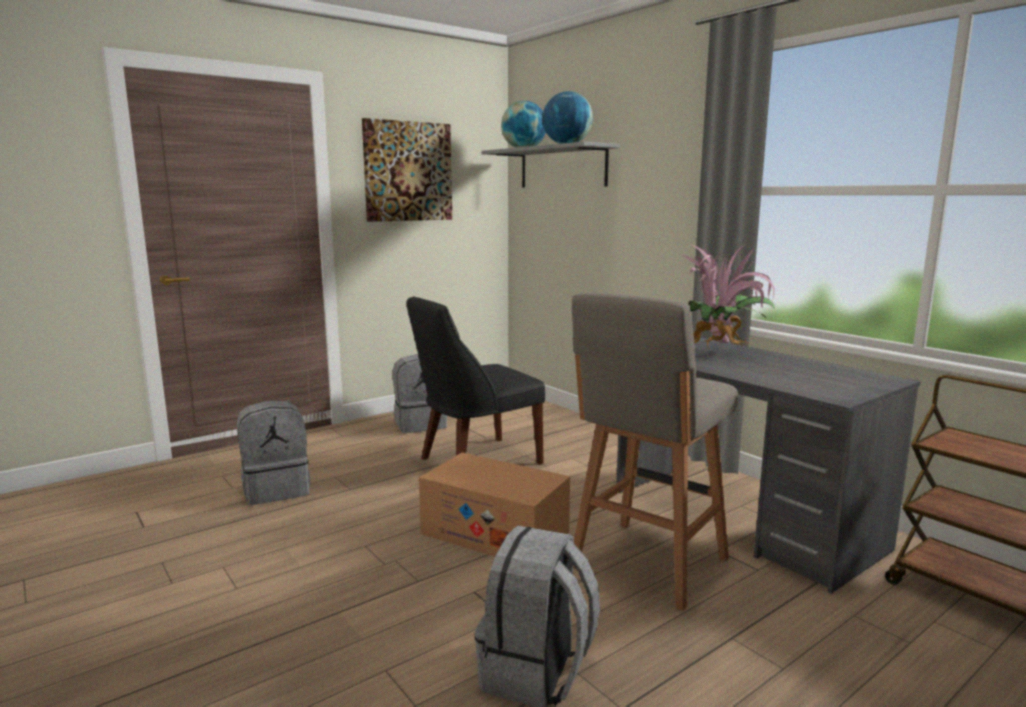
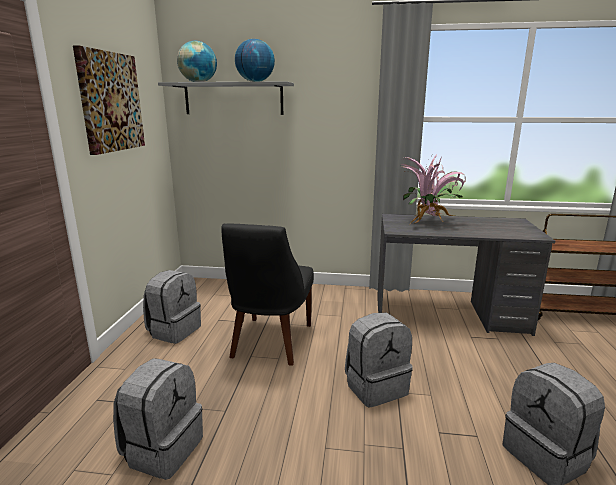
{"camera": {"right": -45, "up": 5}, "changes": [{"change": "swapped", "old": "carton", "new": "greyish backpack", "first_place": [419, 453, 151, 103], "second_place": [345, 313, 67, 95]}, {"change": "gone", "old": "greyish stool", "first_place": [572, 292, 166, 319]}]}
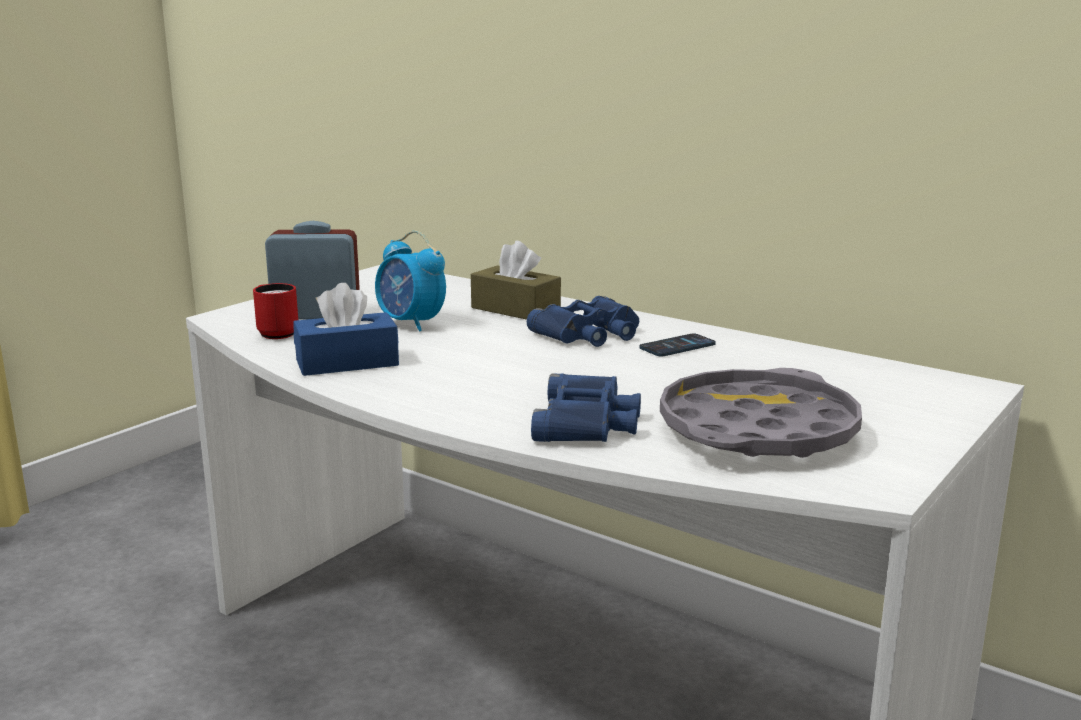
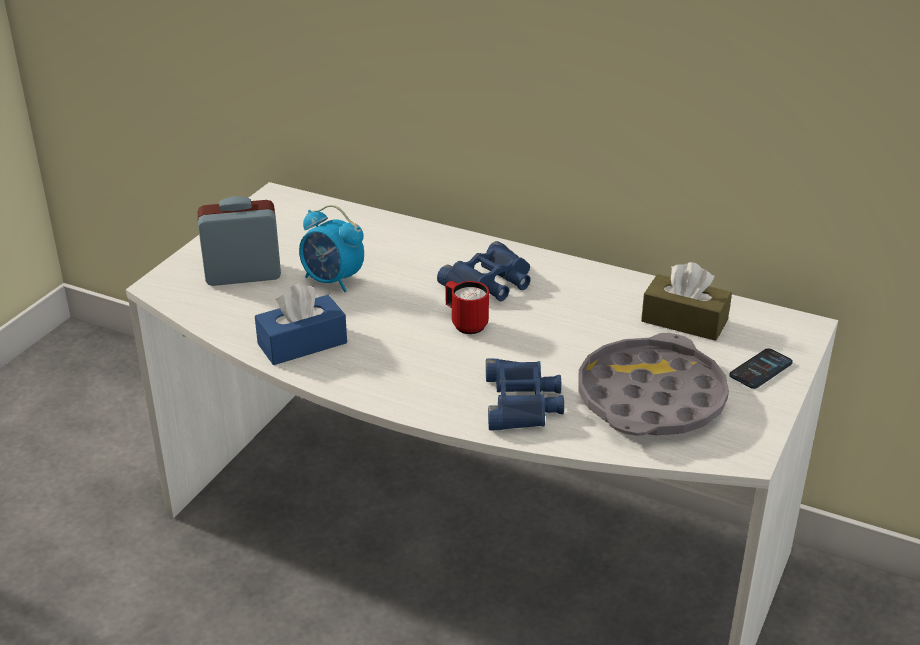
{"camera": {"right": -10, "up": 15}, "changes": [{"change": "shifted", "old": "reddish coffee mug", "first_place": [253, 283, 45, 56], "second_place": [445, 281, 44, 53]}, {"change": "shifted", "old": "brown tissue holder", "first_place": [471, 241, 90, 79], "second_place": [641, 262, 91, 79]}, {"change": "shifted", "old": "handset", "first_place": [639, 333, 77, 24], "second_place": [729, 348, 64, 41]}]}
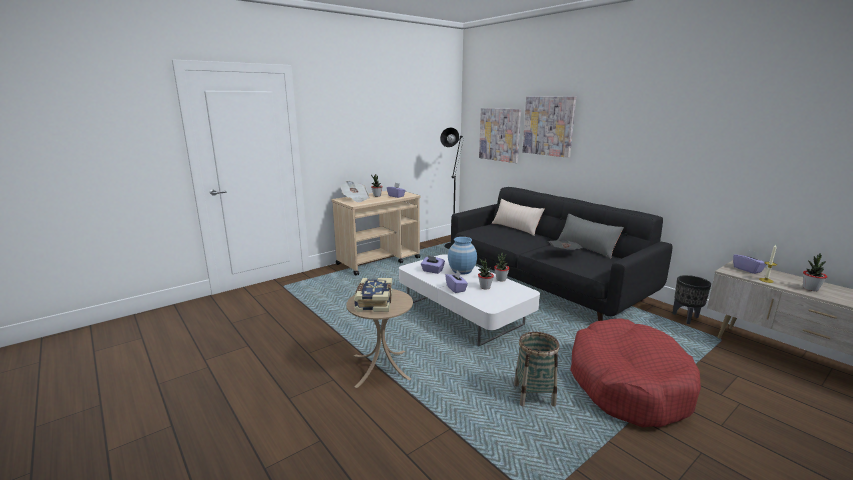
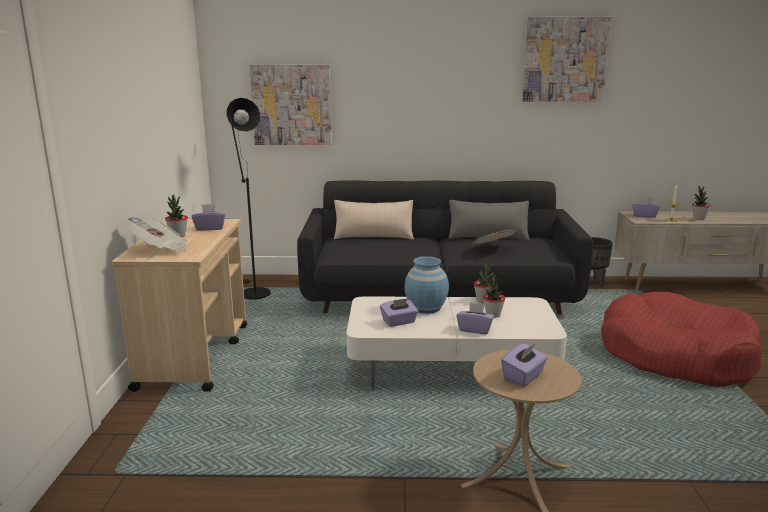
{"camera": {"right": -50, "up": 0}, "changes": [{"change": "swapped", "old": "book", "new": "purple-coloured tissue holder", "first_place": [354, 278, 39, 34], "second_place": [501, 343, 47, 44]}, {"change": "gone", "old": "household basket", "first_place": [514, 332, 46, 75]}, {"change": "shifted", "old": "wall art", "first_place": [523, 96, 53, 62], "second_place": [523, 17, 89, 85]}]}
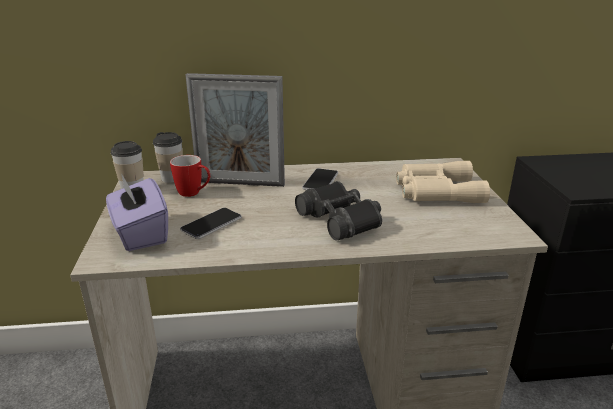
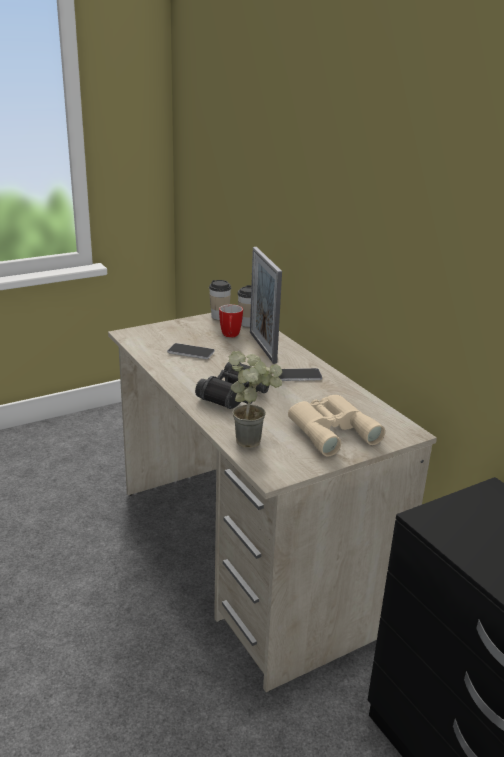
{"camera": {"right": 65, "up": 0}, "changes": [{"change": "gone", "old": "purple-coloured tissue holder", "first_place": [106, 173, 62, 78]}, {"change": "new", "new": "plant in a pot", "second_place": [229, 351, 53, 97]}]}
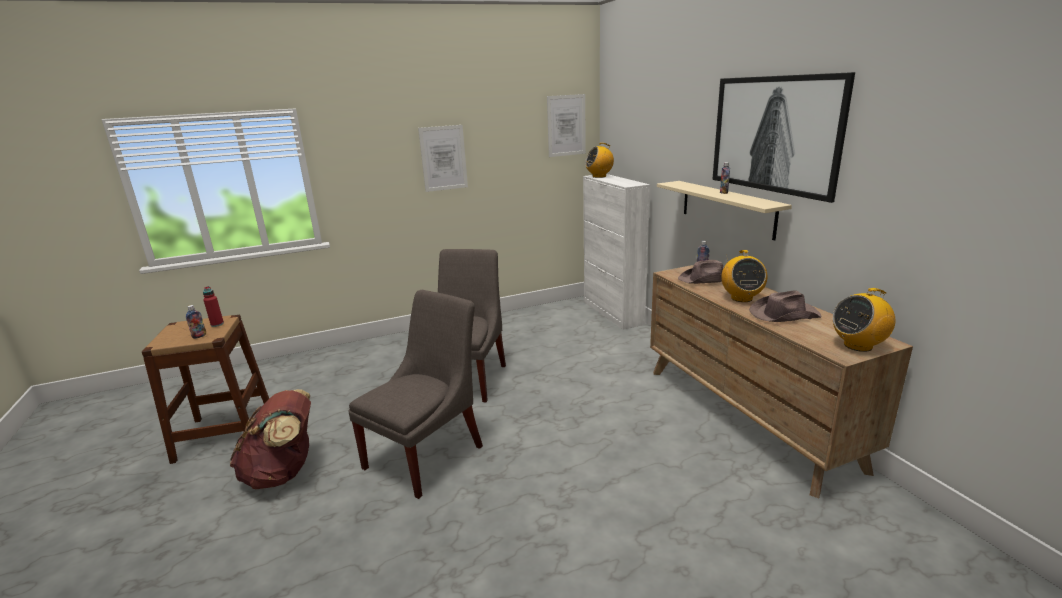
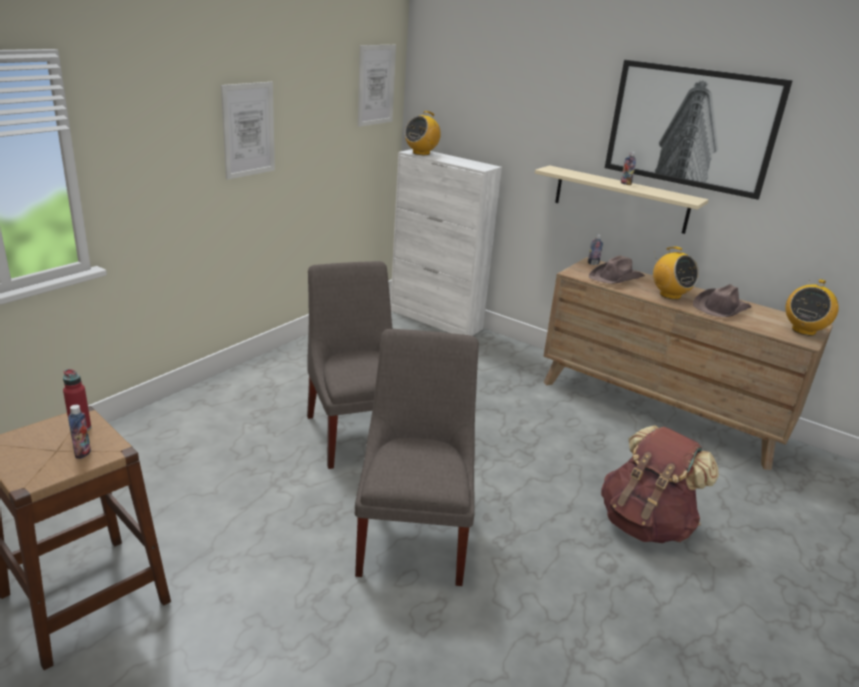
{"camera": {"right": -35, "up": 5}, "changes": [{"change": "shifted", "old": "brown backpack", "first_place": [230, 389, 81, 100], "second_place": [601, 425, 118, 118]}]}
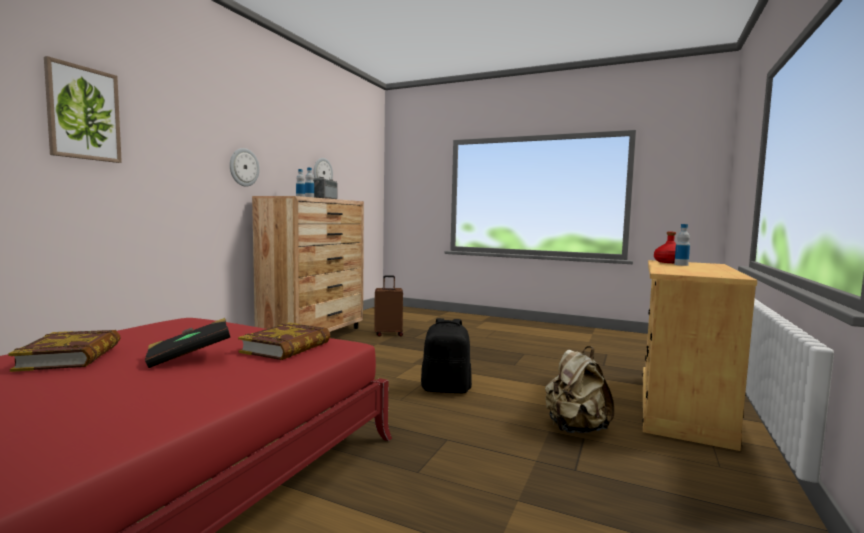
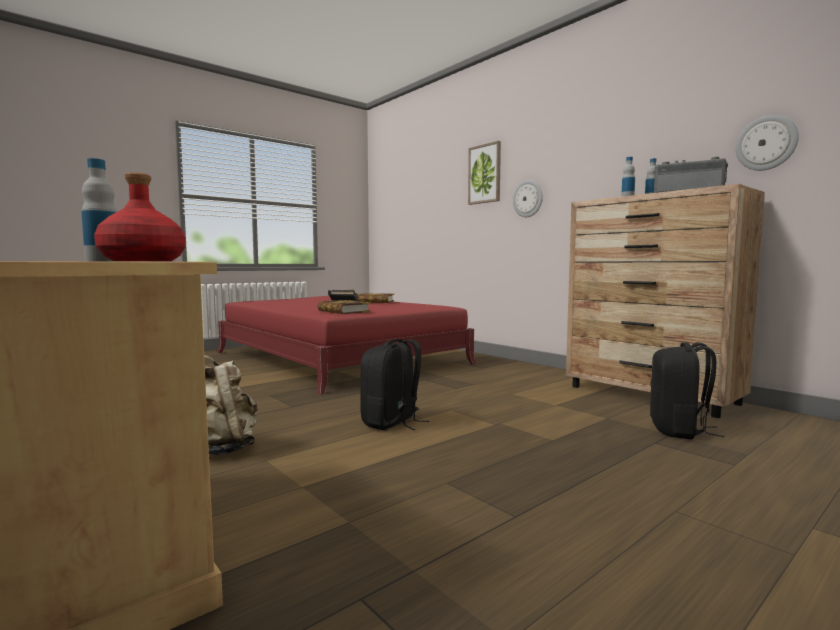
{"camera": {"right": 115, "up": 0}, "changes": [{"change": "shifted", "old": "hanging clock", "first_place": [230, 148, 30, 39], "second_place": [513, 180, 30, 37]}, {"change": "swapped", "old": "brown travel case", "new": "black-coloured backpack", "first_place": [374, 275, 29, 61], "second_place": [650, 342, 74, 97]}]}
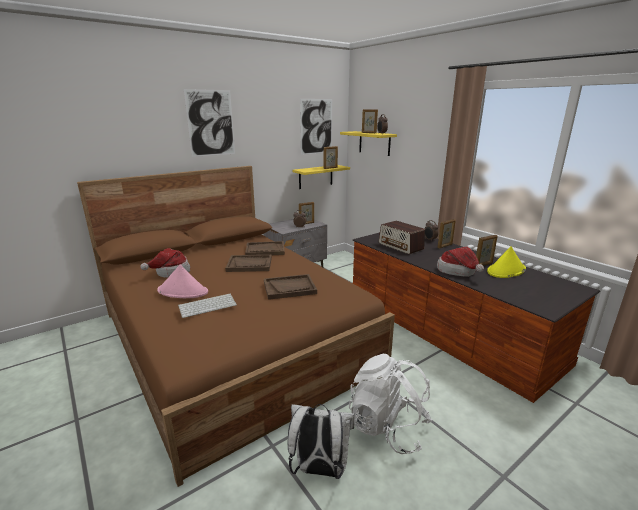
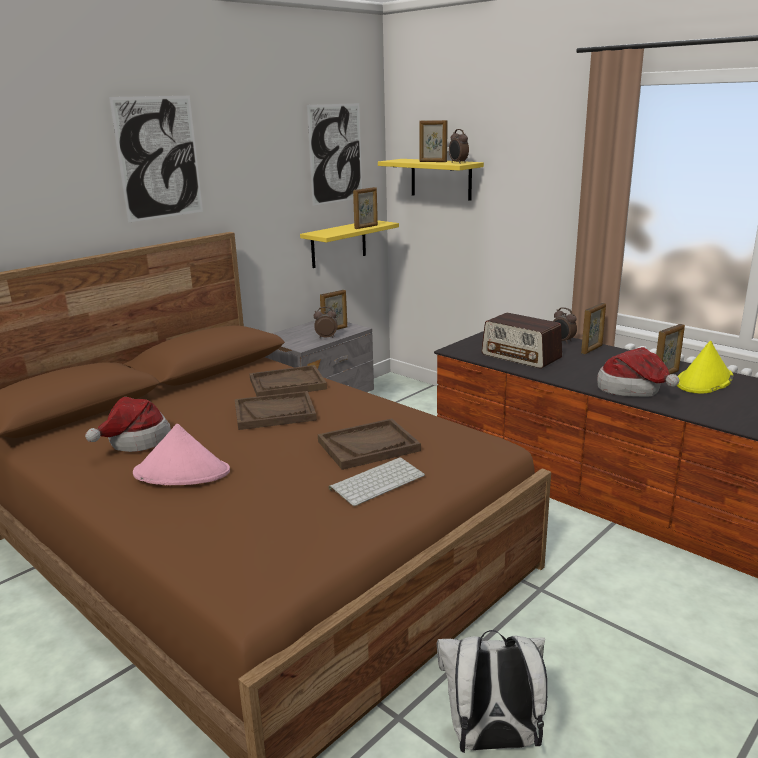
{"camera": {"right": -10, "up": 0}, "changes": [{"change": "shifted", "old": "keyboard", "first_place": [178, 294, 59, 24], "second_place": [329, 457, 96, 49]}, {"change": "gone", "old": "white backpack", "first_place": [349, 354, 84, 100]}]}
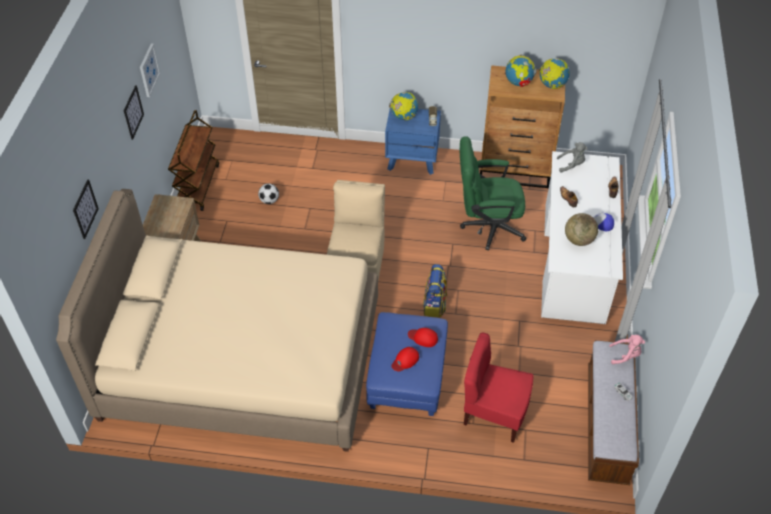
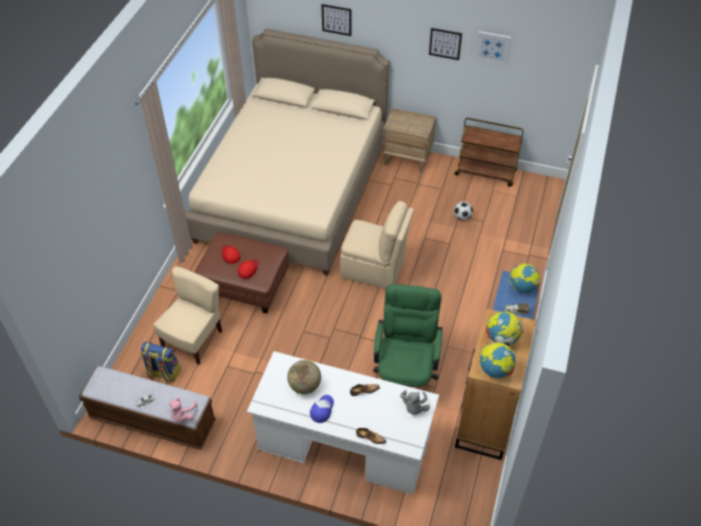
{"camera": {"right": 100, "up": 0}, "changes": [{"change": "repainted", "old": "bluish footrest", "new": "brown footrest", "first_place": [366, 312, 82, 104], "second_place": [194, 233, 95, 81]}, {"change": "shifted", "old": "backpack", "first_place": [423, 264, 24, 53], "second_place": [141, 342, 39, 40]}, {"change": "repainted", "old": "reddish plain chair", "new": "sand-coloured plain chair", "first_place": [464, 332, 69, 111], "second_place": [154, 266, 68, 99]}]}
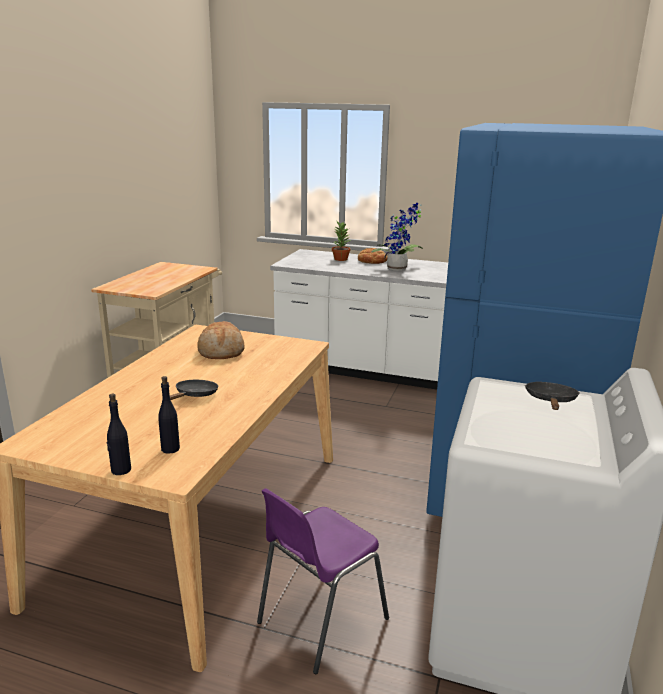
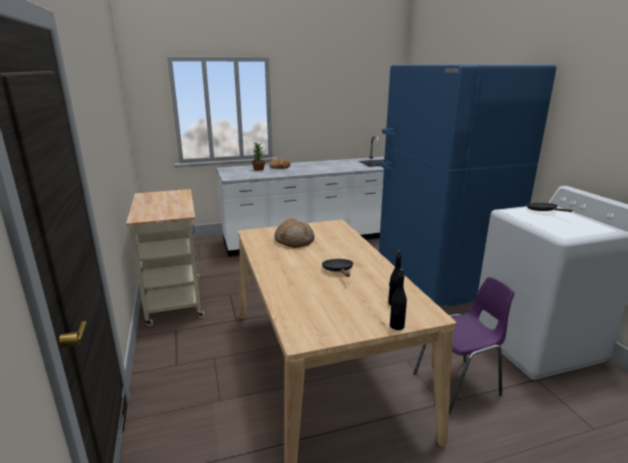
{"camera": {"right": -35, "up": 0}, "changes": [{"change": "rotated", "old": "purple-coloured plain chair", "first_place": [257, 488, 132, 186], "second_place": [413, 277, 101, 137], "degrees": -120}, {"change": "gone", "old": "plant in a pot", "first_place": [372, 202, 51, 69]}]}
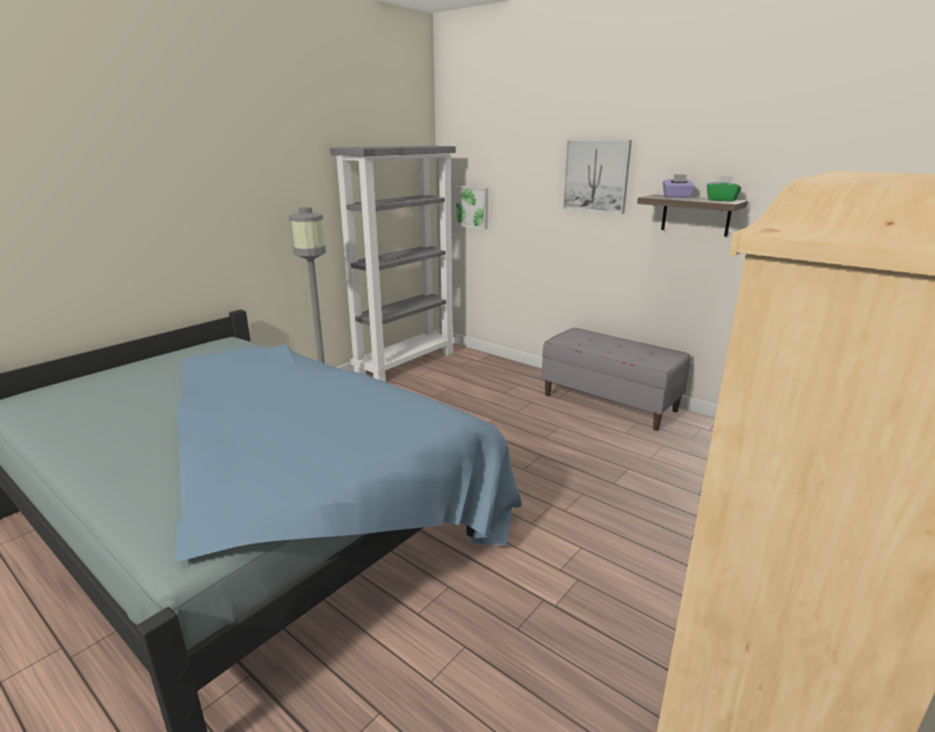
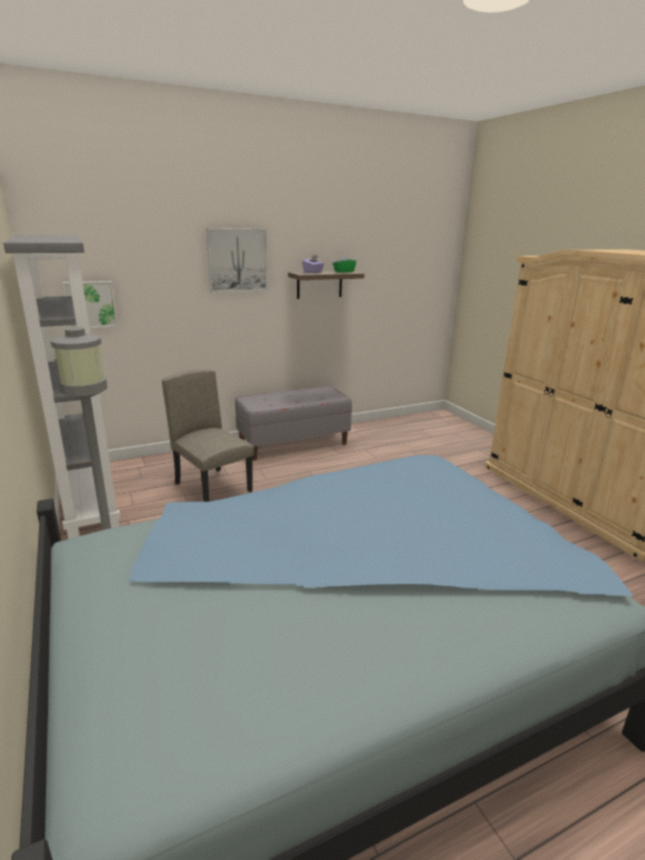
{"camera": {"right": -65, "up": 0}, "changes": [{"change": "new", "new": "sand-coloured plain chair", "second_place": [162, 369, 92, 133]}]}
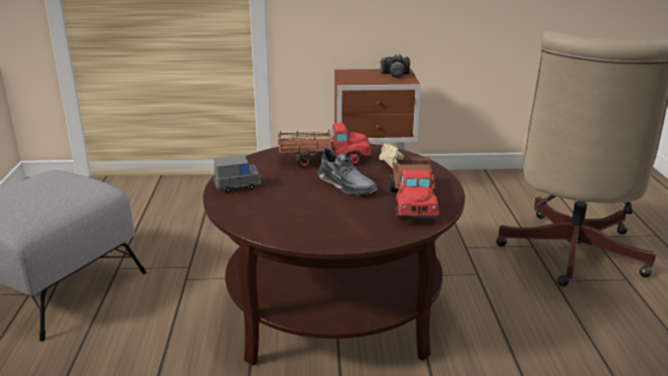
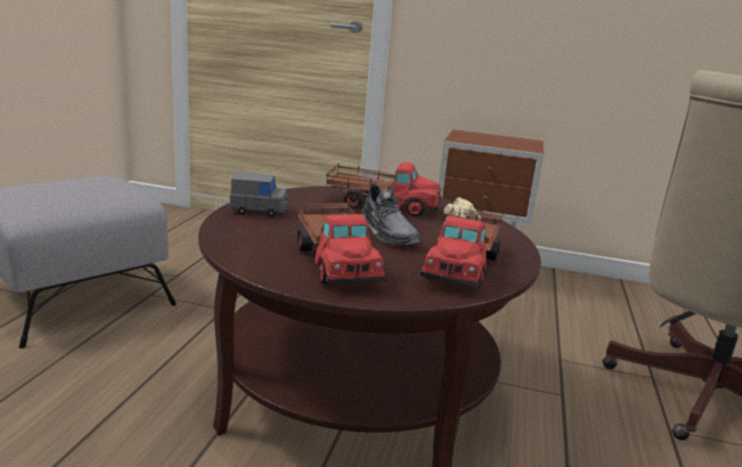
{"camera": {"right": 15, "up": -5}, "changes": [{"change": "gone", "old": "photo camera", "first_place": [380, 54, 30, 24]}, {"change": "new", "new": "toy truck", "second_place": [298, 201, 89, 83]}]}
